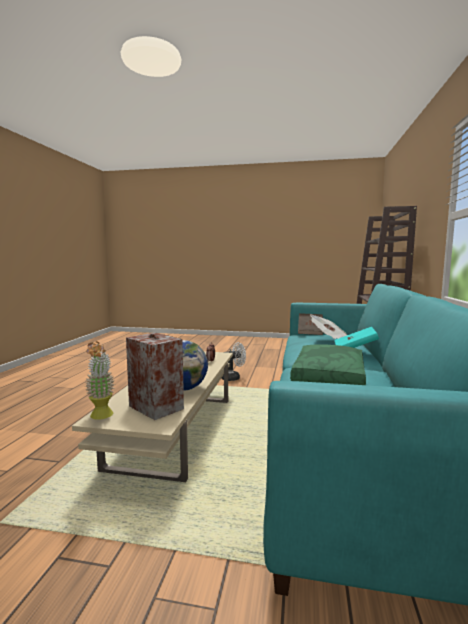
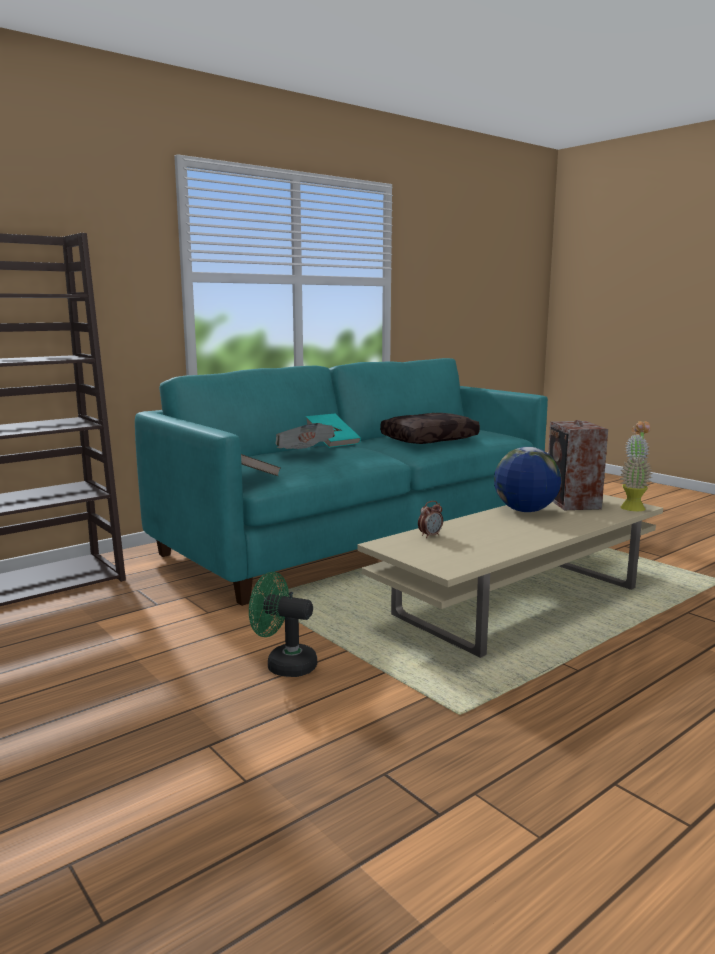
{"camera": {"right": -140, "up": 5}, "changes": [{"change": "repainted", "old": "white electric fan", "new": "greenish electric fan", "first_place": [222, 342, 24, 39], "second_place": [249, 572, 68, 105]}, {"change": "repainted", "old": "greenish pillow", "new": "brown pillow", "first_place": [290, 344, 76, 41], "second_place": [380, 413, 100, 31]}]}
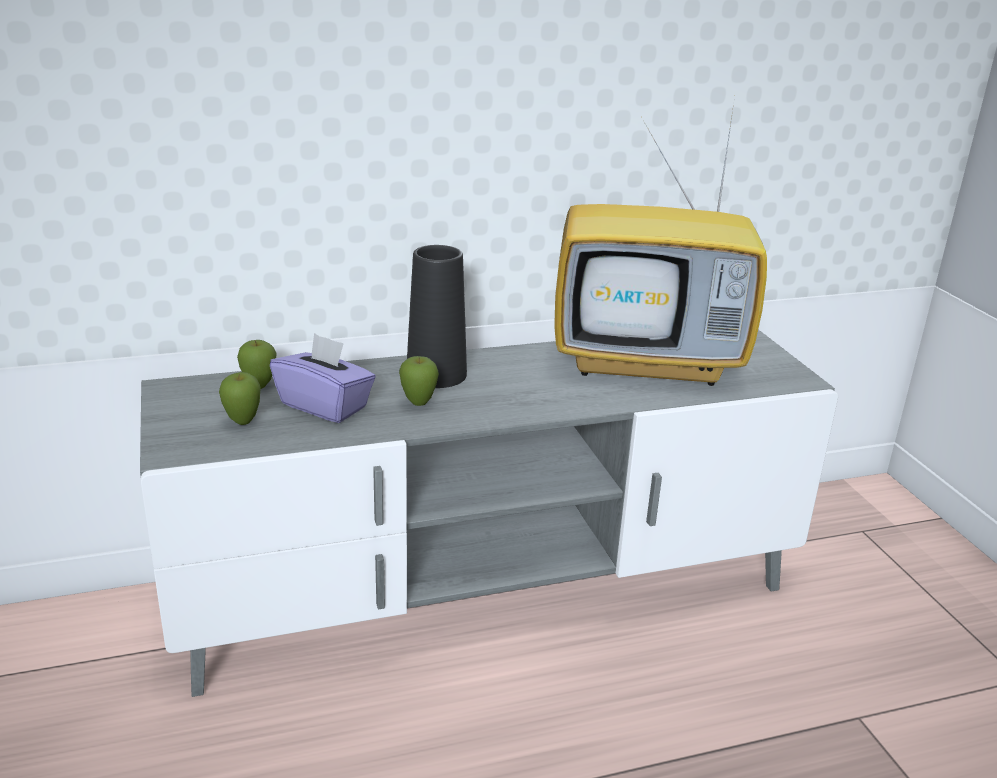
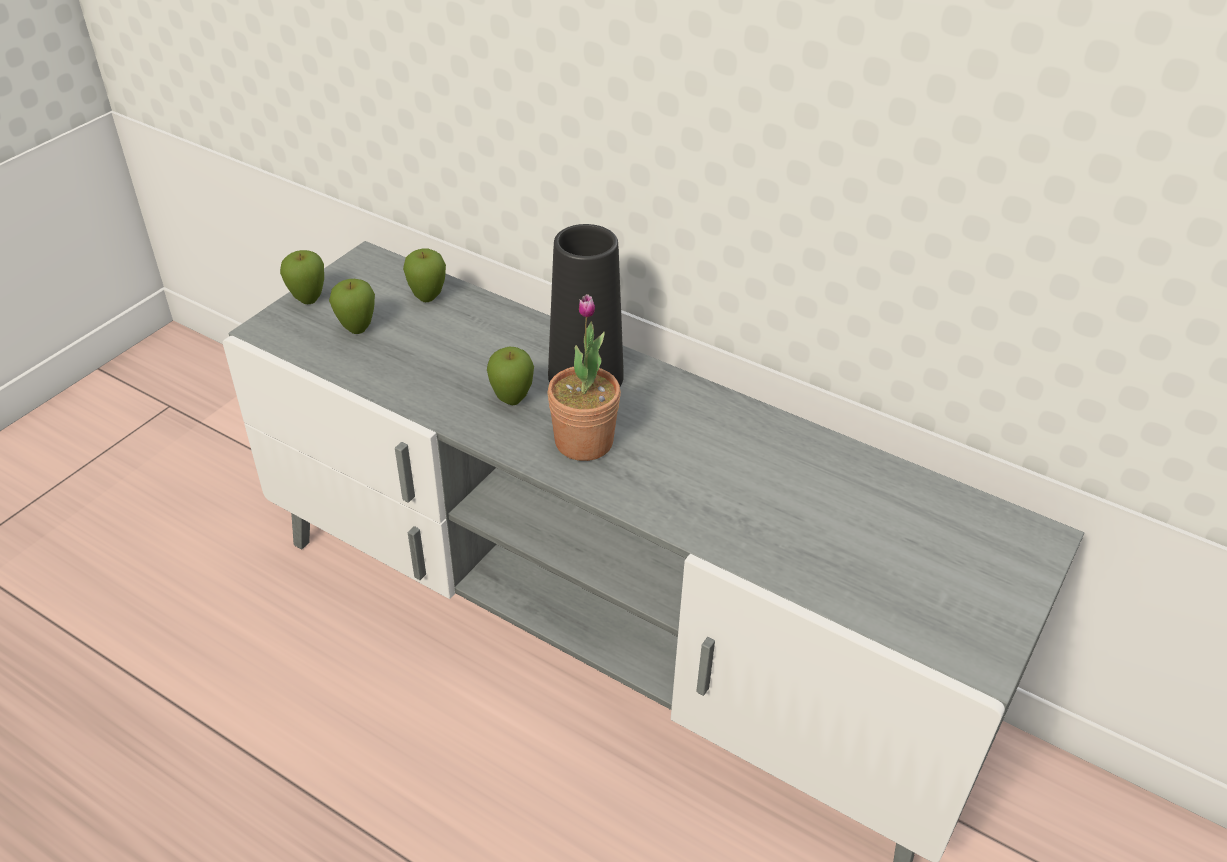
{"camera": {"right": 50, "up": 15}, "changes": [{"change": "gone", "old": "purple-coloured tissue holder", "first_place": [270, 333, 106, 90]}, {"change": "gone", "old": "TV", "first_place": [554, 104, 213, 282]}, {"change": "new", "new": "whole apple", "second_place": [280, 250, 44, 54]}, {"change": "new", "new": "plant in a pot", "second_place": [548, 294, 73, 167]}]}
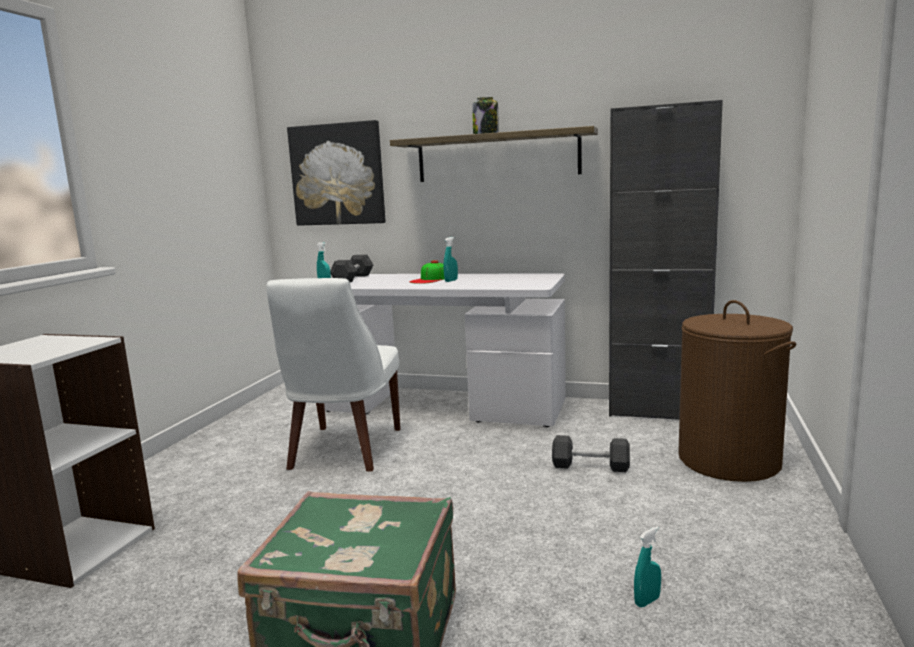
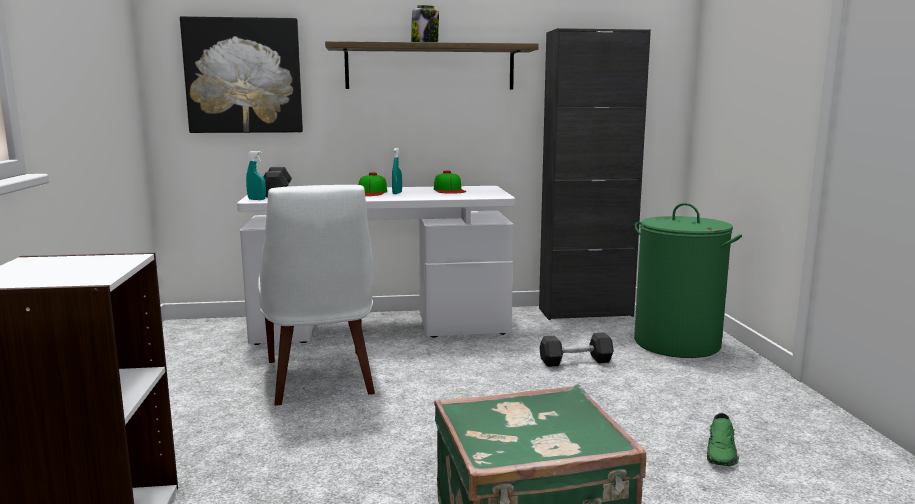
{"camera": {"right": -25, "up": 0}, "changes": [{"change": "swapped", "old": "blue-green sprayer", "new": "greenish shoe", "first_place": [634, 527, 27, 80], "second_place": [707, 413, 32, 53]}, {"change": "repainted", "old": "brown laundry basket", "new": "greenish laundry basket", "first_place": [678, 300, 118, 182], "second_place": [634, 203, 108, 155]}, {"change": "new", "new": "baseball cap", "second_place": [434, 170, 32, 24]}]}
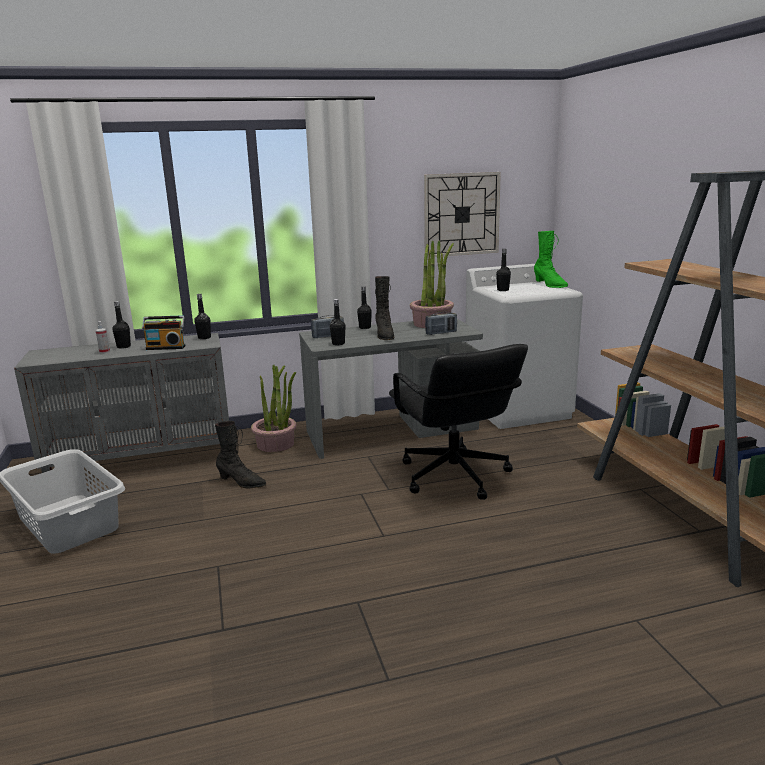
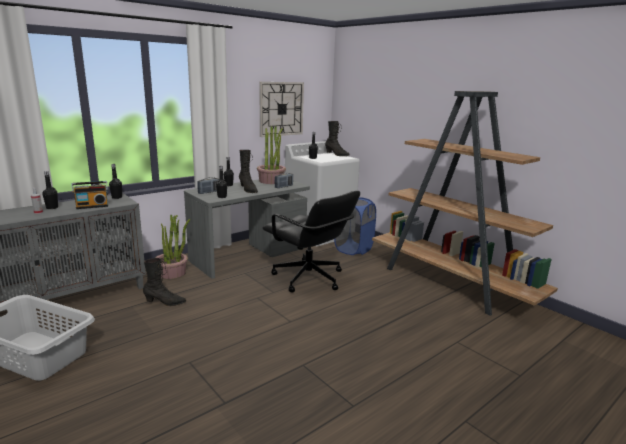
{"camera": {"right": -25, "up": 0}, "changes": [{"change": "repainted", "old": "greenish tall boot", "new": "black-coloured tall boot", "first_place": [534, 231, 34, 57], "second_place": [325, 121, 24, 35]}, {"change": "new", "new": "bluish laundry basket", "second_place": [334, 198, 42, 57]}]}
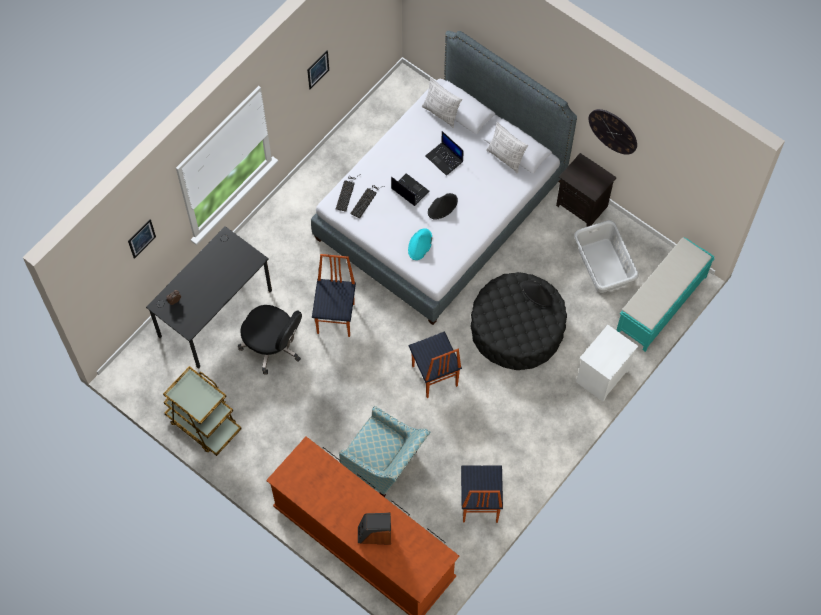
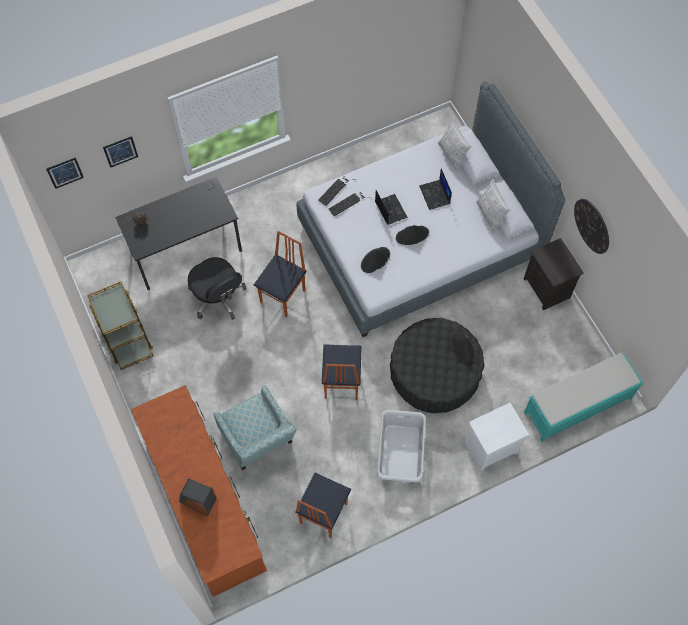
{"camera": {"right": 25, "up": 0}, "changes": [{"change": "shifted", "old": "wall art", "first_place": [307, 50, 22, 39], "second_place": [46, 157, 38, 32]}, {"change": "repainted", "old": "blue-green clothing hat", "new": "black-coloured clothing hat", "first_place": [408, 228, 24, 32], "second_place": [361, 247, 29, 26]}, {"change": "shifted", "old": "greyish laundry basket", "first_place": [574, 220, 65, 73], "second_place": [377, 410, 49, 72]}]}
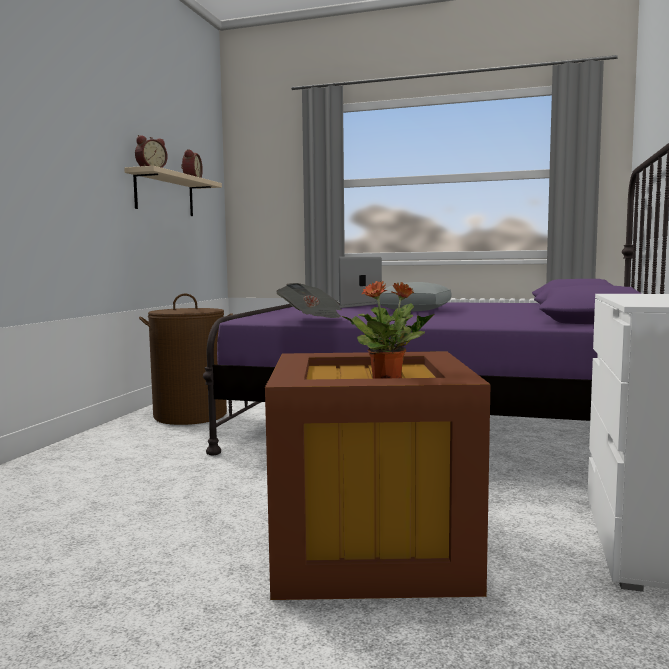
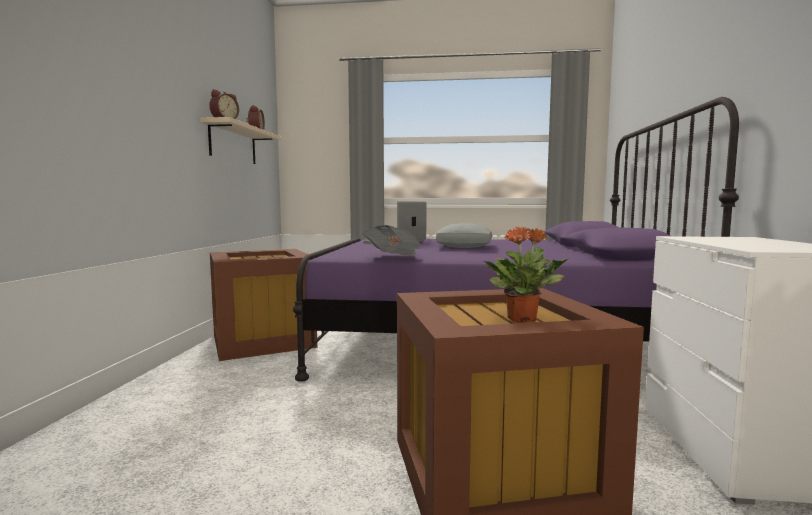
{"camera": {"right": -10, "up": 0}, "changes": [{"change": "swapped", "old": "brown laundry basket", "new": "brown storage box", "first_place": [139, 293, 94, 132], "second_place": [210, 249, 107, 112]}]}
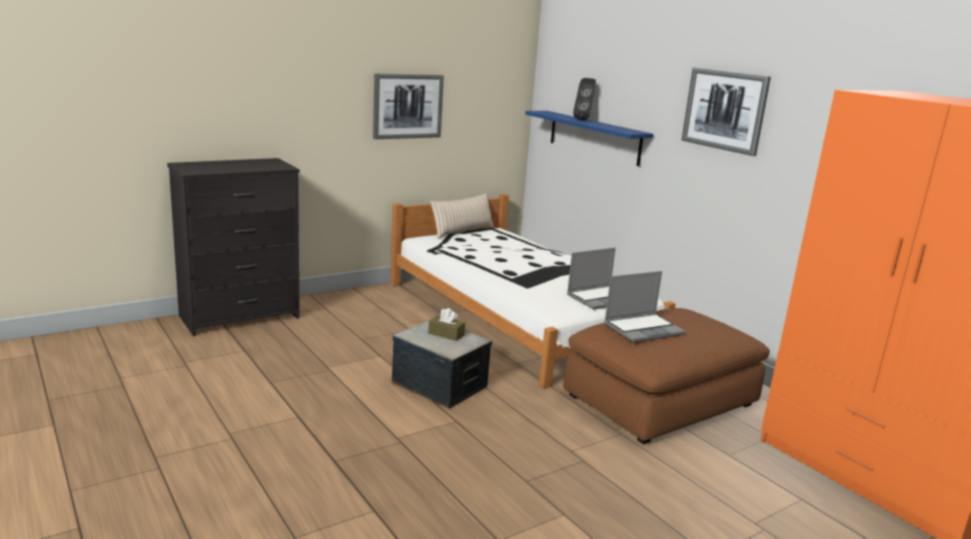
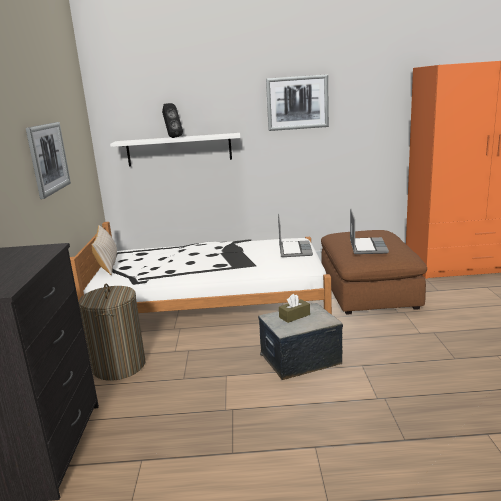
{"camera": {"right": -55, "up": 0}, "changes": [{"change": "repainted", "old": "bluish bracket shelf", "new": "white bracket shelf", "first_place": [525, 111, 128, 55], "second_place": [110, 133, 130, 34]}, {"change": "new", "new": "laundry basket", "second_place": [79, 283, 66, 98]}]}
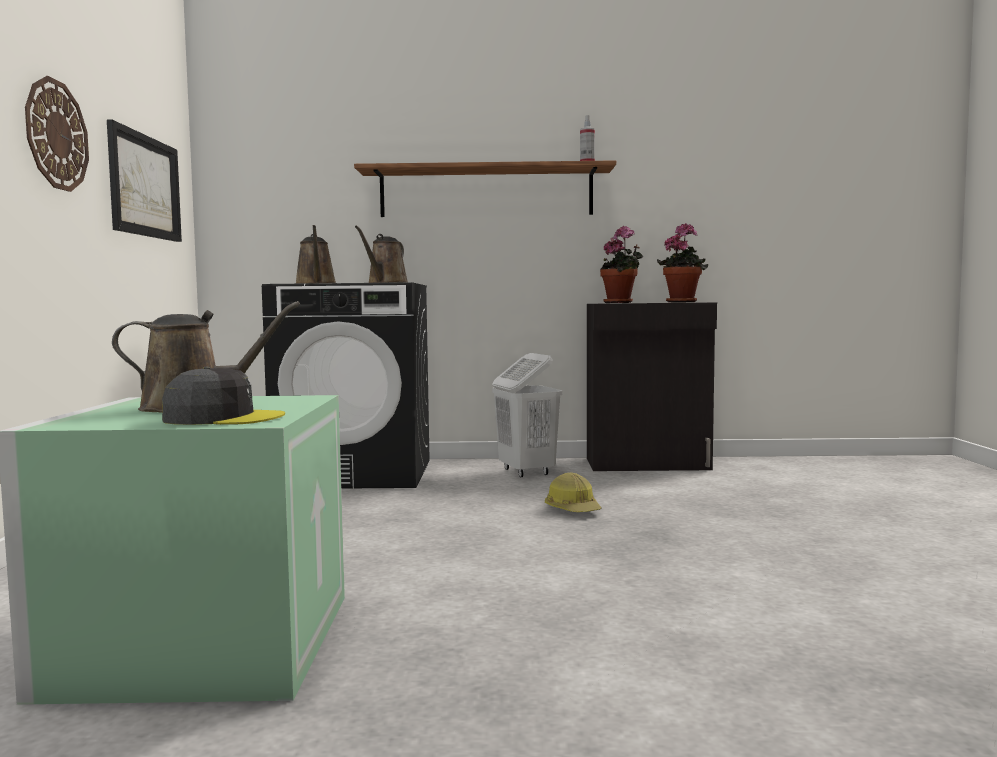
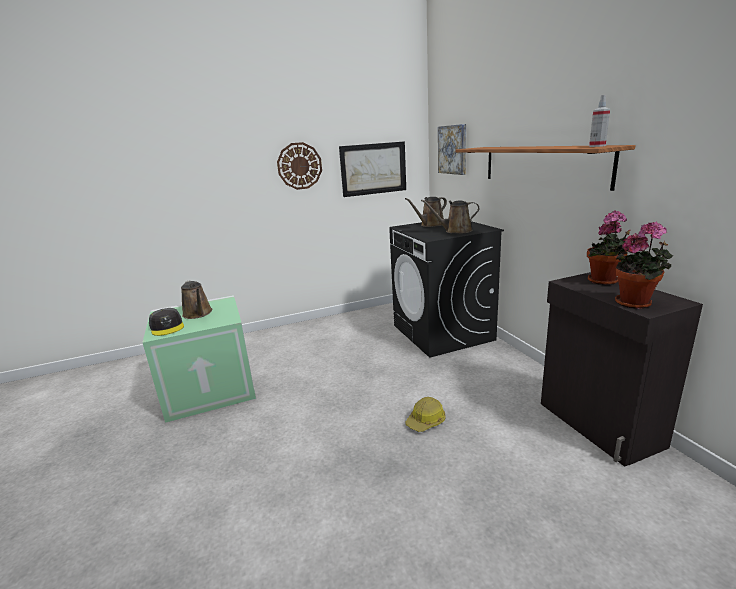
{"camera": {"right": 70, "up": 15}, "changes": [{"change": "gone", "old": "white laundry basket", "first_place": [492, 353, 70, 124]}, {"change": "new", "new": "wall art", "second_place": [438, 124, 28, 51]}]}
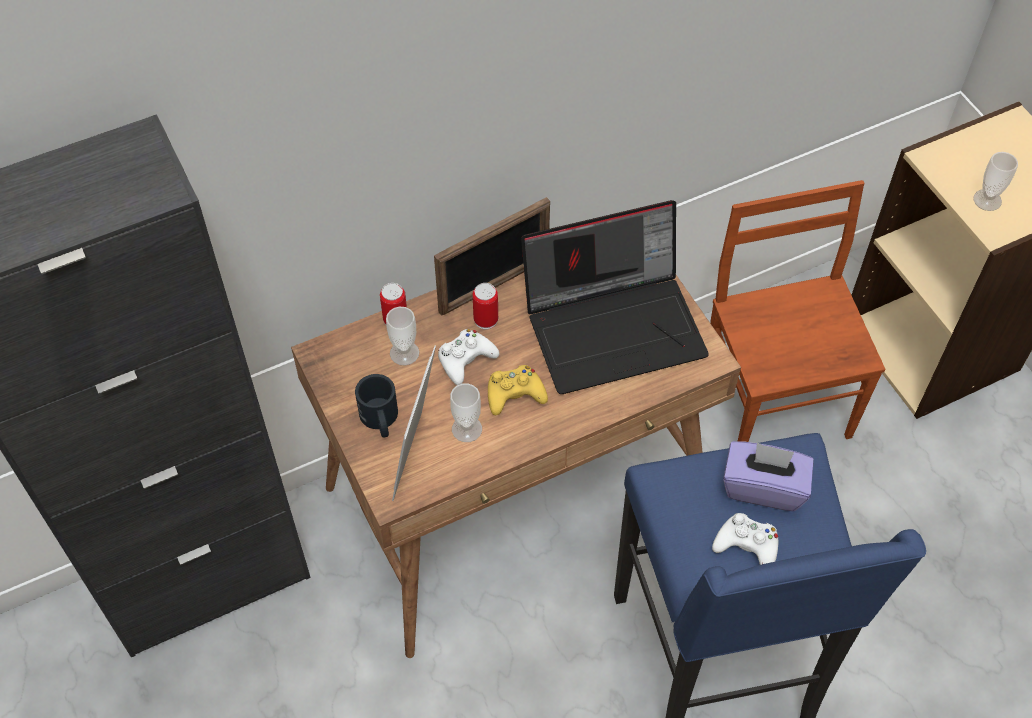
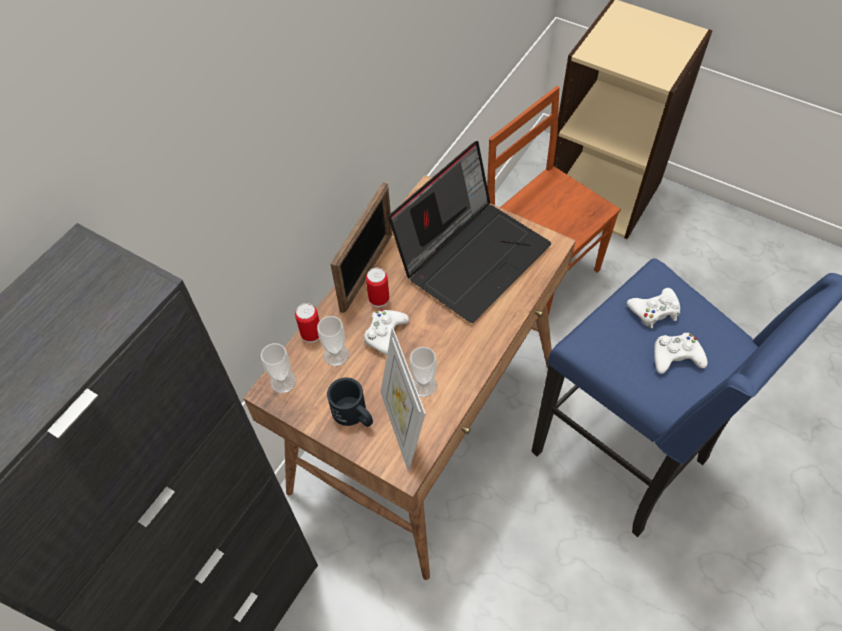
{"camera": {"right": -30, "up": 0}, "changes": [{"change": "gone", "old": "yellow game controller", "first_place": [488, 365, 60, 50]}, {"change": "swapped", "old": "purple-coloured tissue holder", "new": "white game controller", "first_place": [723, 441, 91, 70], "second_place": [627, 288, 53, 41]}, {"change": "shifted", "old": "small cup", "first_place": [973, 152, 45, 59], "second_place": [260, 343, 36, 50]}]}
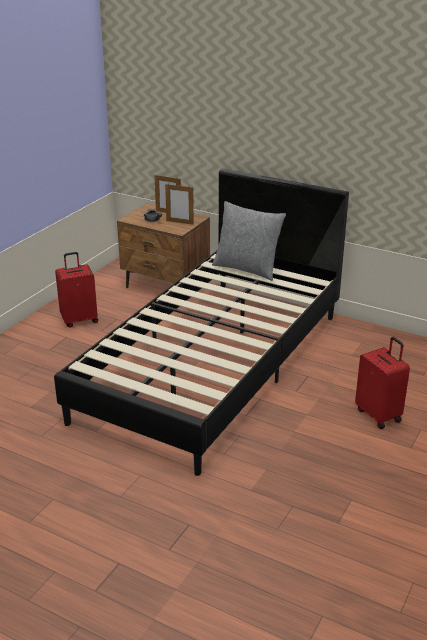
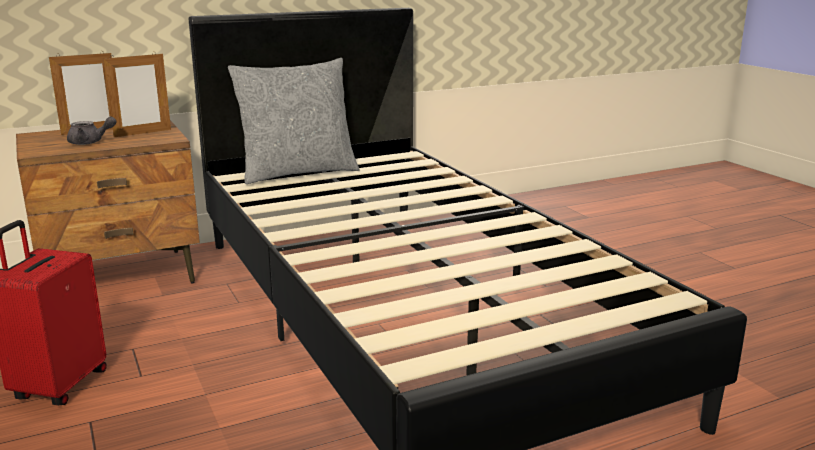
{"camera": {"right": -55, "up": -10}, "changes": [{"change": "gone", "old": "reddish travel case", "first_place": [355, 337, 55, 92]}]}
